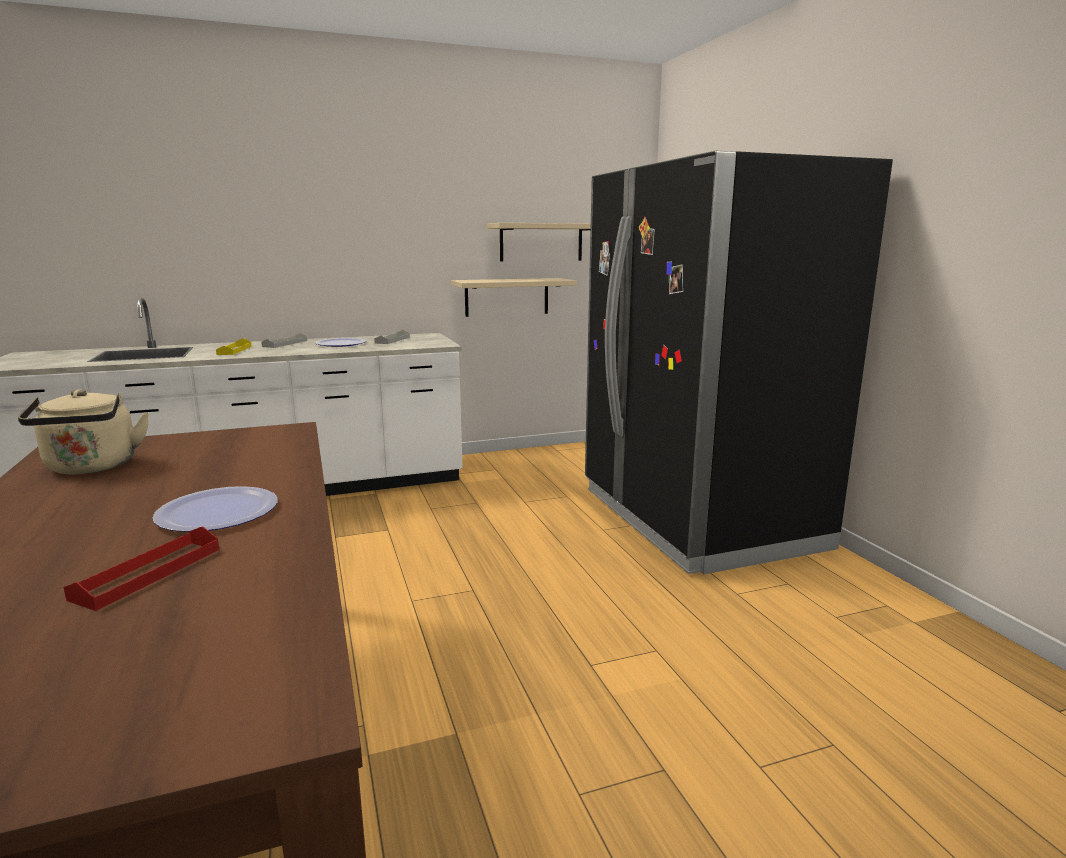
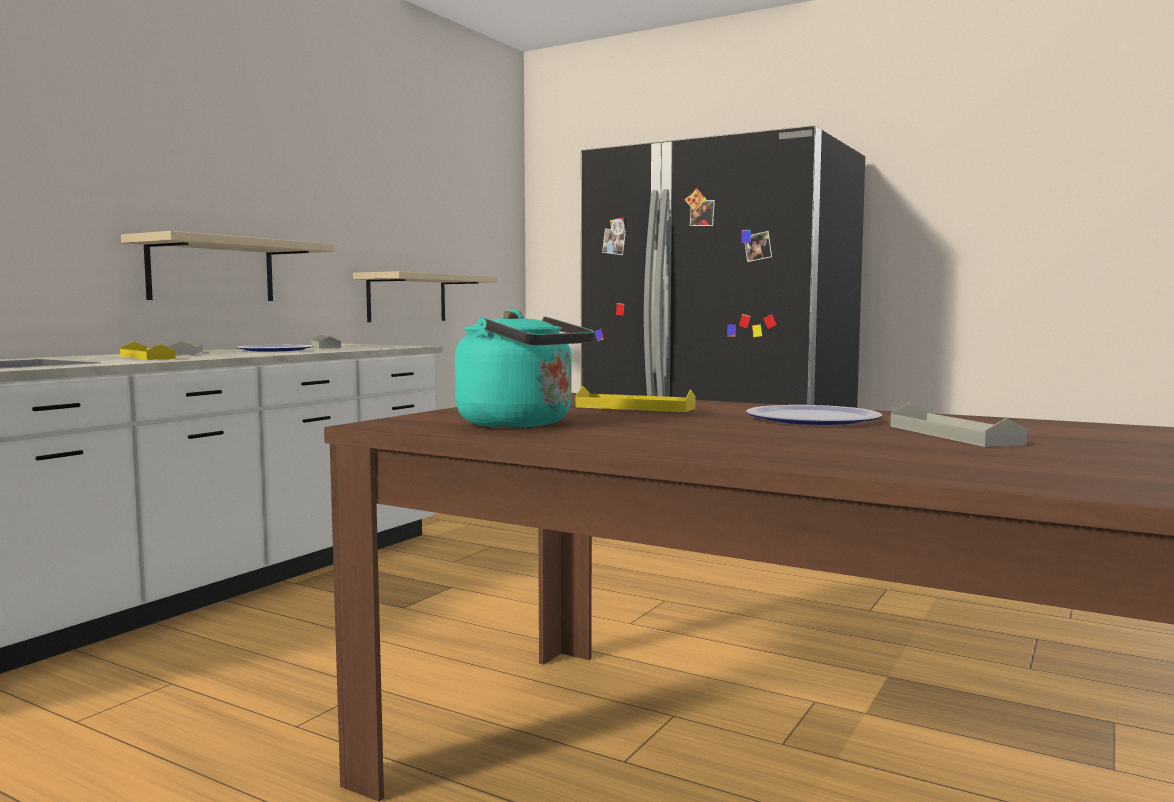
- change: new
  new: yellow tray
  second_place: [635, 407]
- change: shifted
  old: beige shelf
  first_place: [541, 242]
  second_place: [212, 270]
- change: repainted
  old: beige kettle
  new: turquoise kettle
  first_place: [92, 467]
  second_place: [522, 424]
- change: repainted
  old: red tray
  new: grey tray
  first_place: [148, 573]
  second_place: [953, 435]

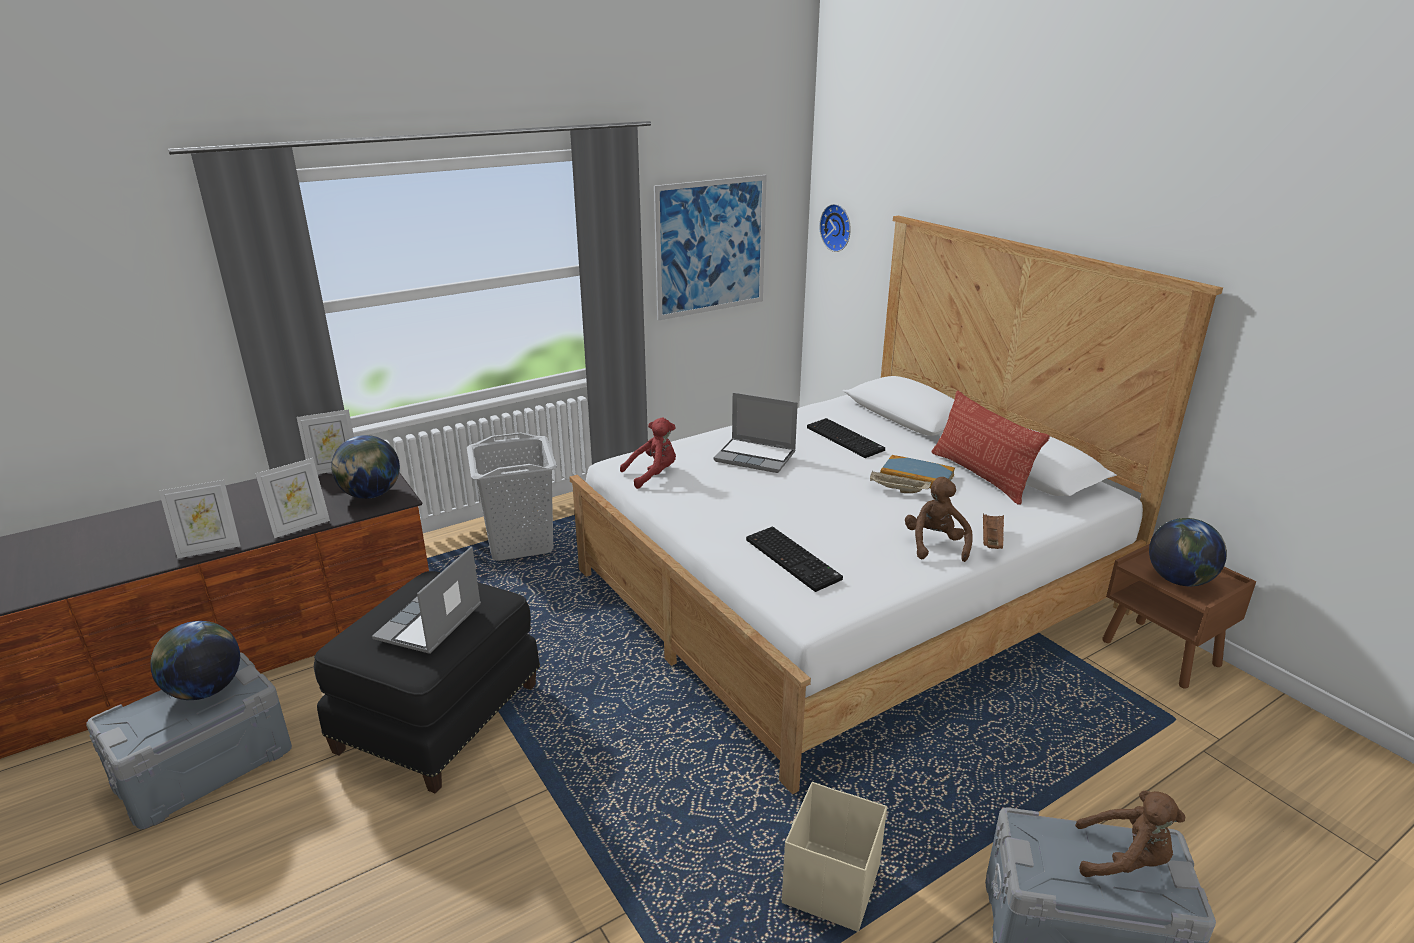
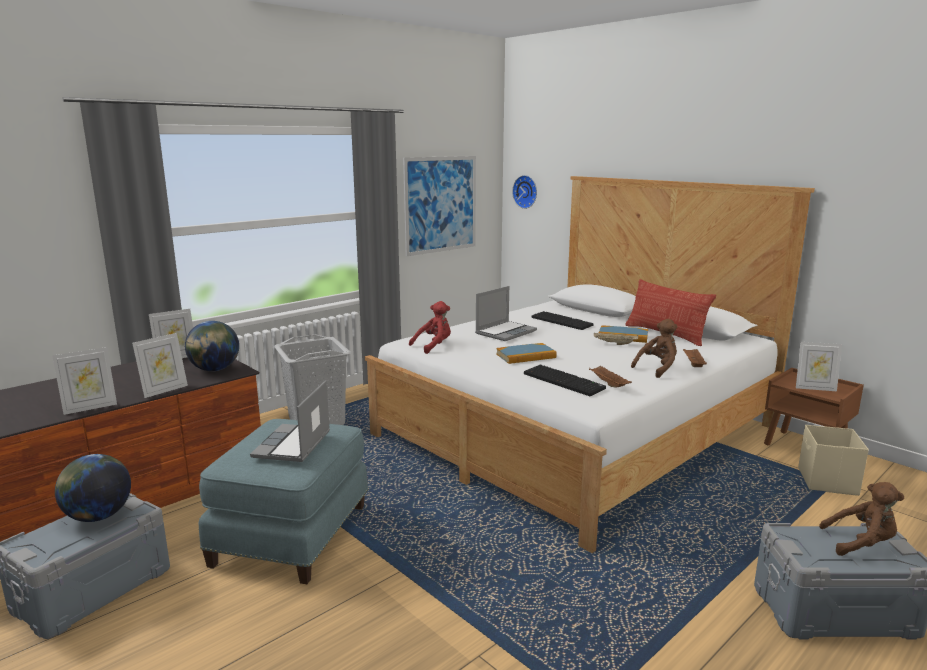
- change: new
  new: book
  second_place: [526, 356]
- change: new
  new: brown tray
  second_place: [608, 384]
- change: shifted
  old: beige storage box
  first_place: [830, 886]
  second_place: [827, 482]
- change: swapped
  old: globe
  new: picture frame
  first_place: [1179, 580]
  second_place: [815, 388]
- change: repainted
  old: black ottoman
  new: blue ottoman
  first_place: [441, 719]
  second_place: [293, 535]
- change: rotated
  old: laptop
  first_place: [756, 457]
  second_place: [505, 332]
  degrees: -60
- change: rotated
  old: brown plush toy
  first_place: [935, 545]
  second_place: [657, 368]
  degrees: 60

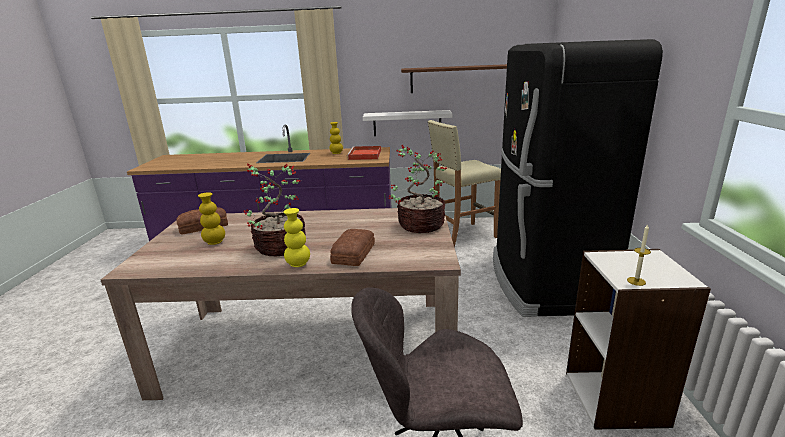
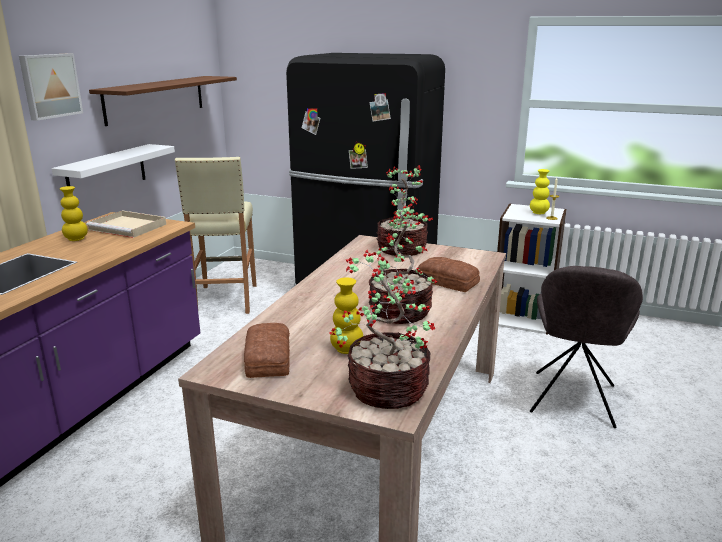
- change: new
  new: picture
  second_place: [50, 86]
- change: new
  new: potted plant
  second_place: [385, 389]
- change: shifted
  old: yellow vase
  first_place: [298, 264]
  second_place: [538, 213]
- change: repainted
  old: red tray
  new: beige tray
  first_place: [365, 155]
  second_place: [129, 227]

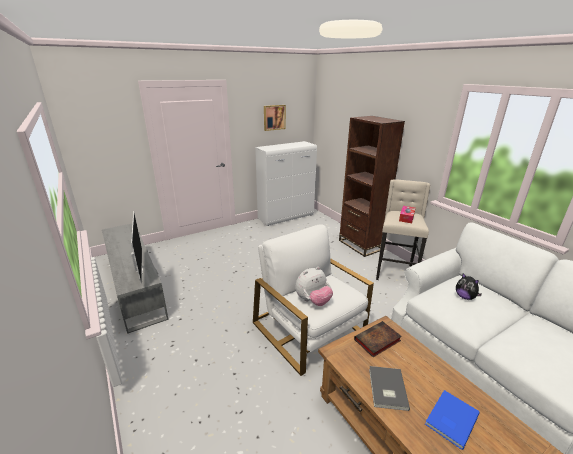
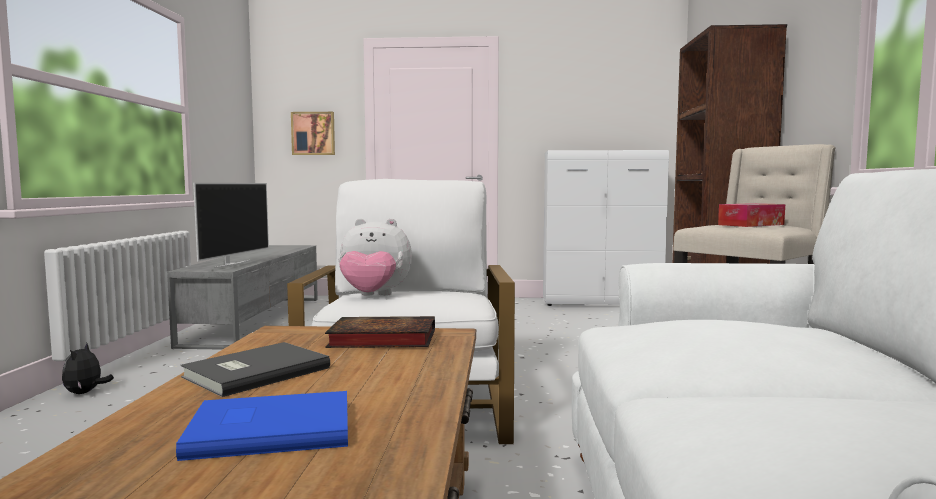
- change: shifted
  old: picture
  first_place: [274, 117]
  second_place: [313, 133]
- change: shifted
  old: plush toy
  first_place: [465, 297]
  second_place: [85, 393]

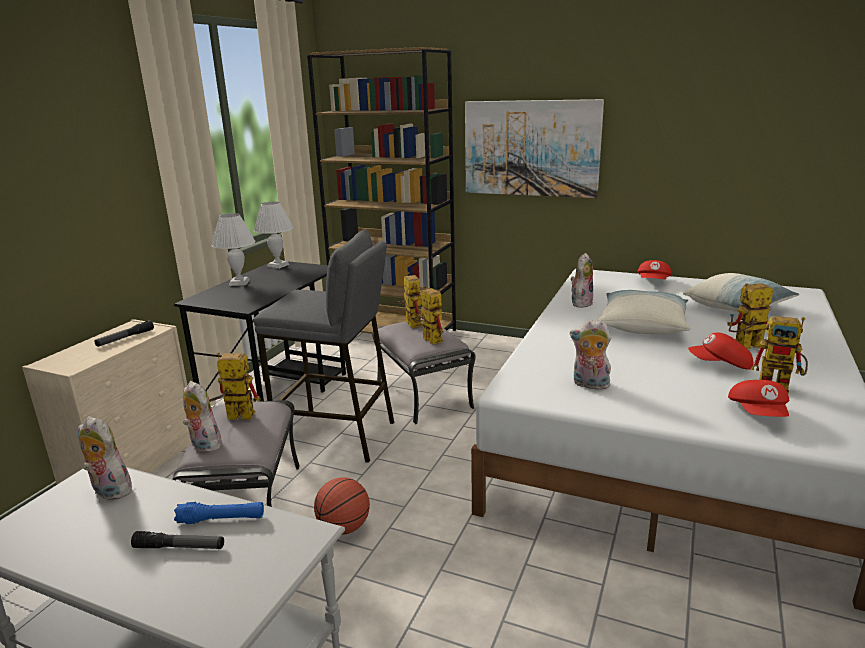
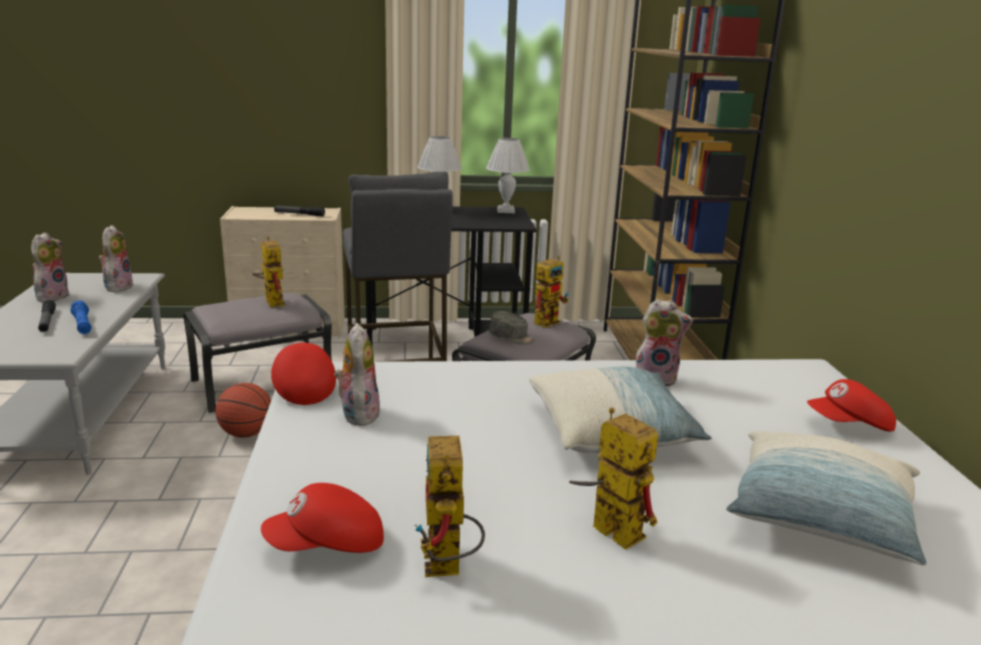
- change: gone
  old: picture
  first_place: [531, 148]
- change: shifted
  old: plush toy
  first_place: [203, 445]
  second_place: [52, 296]
- change: shifted
  old: red cap
  first_place: [720, 365]
  second_place: [302, 388]
- change: swapped
  old: toy robot
  new: grey cap
  first_place: [428, 339]
  second_place: [512, 337]

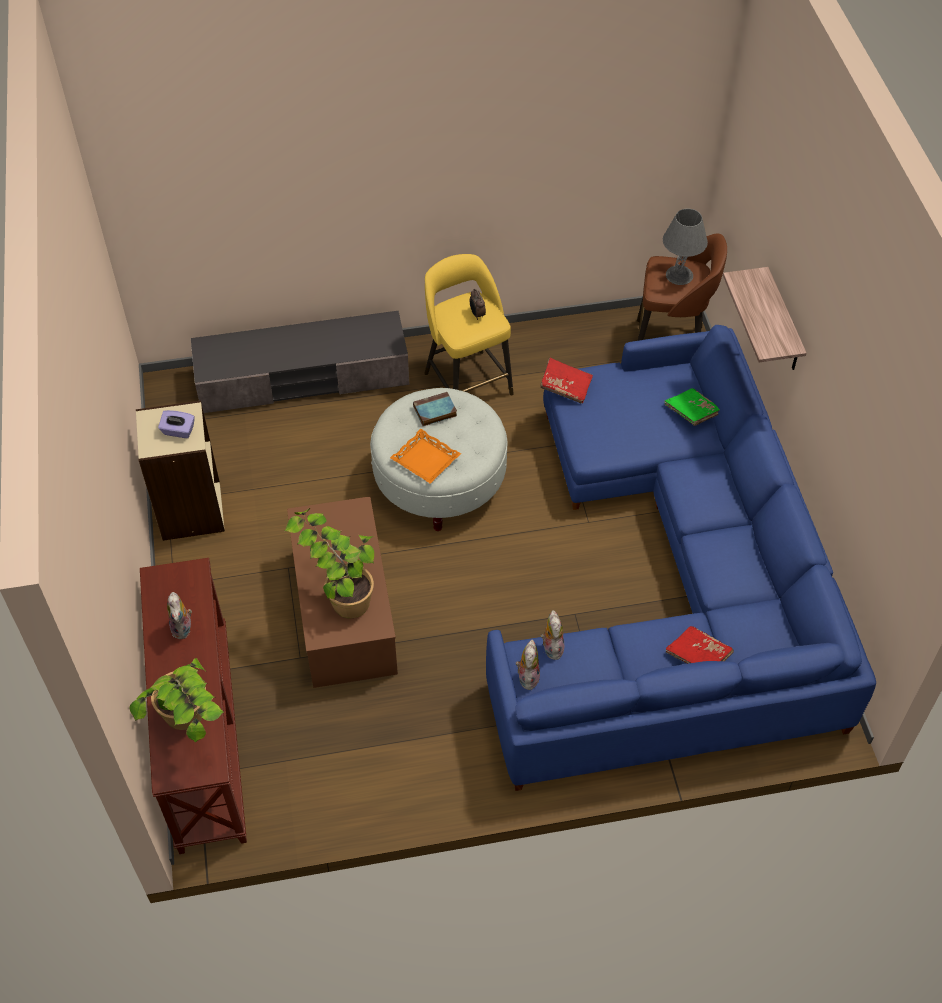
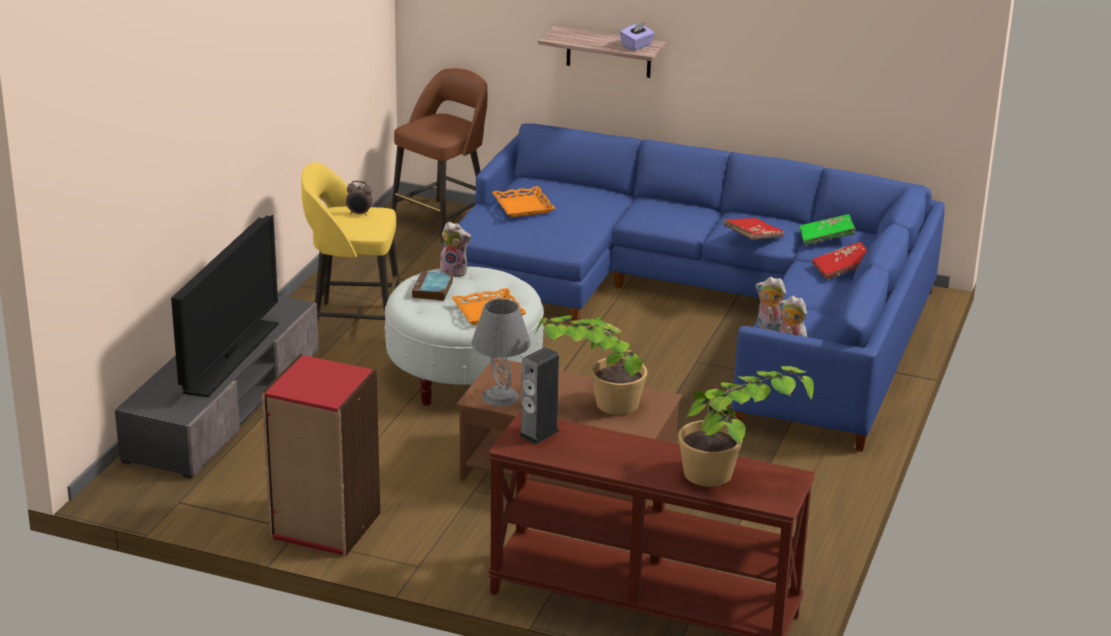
- change: new
  new: television
  second_place: [231, 357]
- change: new
  new: orange tray
  second_place: [522, 206]
- change: new
  new: speaker
  second_place: [539, 433]
- change: shifted
  old: purple tissue box
  first_place: [178, 431]
  second_place: [637, 46]
- change: shifted
  old: plush toy
  first_place: [183, 628]
  second_place: [455, 271]
- change: shifted
  old: red book
  first_place: [565, 386]
  second_place: [752, 237]
- change: shifted
  old: grey table lamp
  first_place: [679, 275]
  second_place: [500, 396]
- change: shifted
  old: green book
  first_place: [692, 413]
  second_place: [826, 239]
- change: repainted
  old: beige bookcase
  new: red bookcase
  first_place: [190, 511]
  second_place: [325, 526]

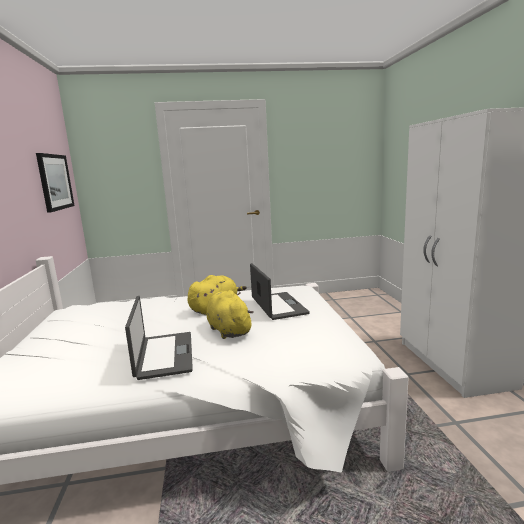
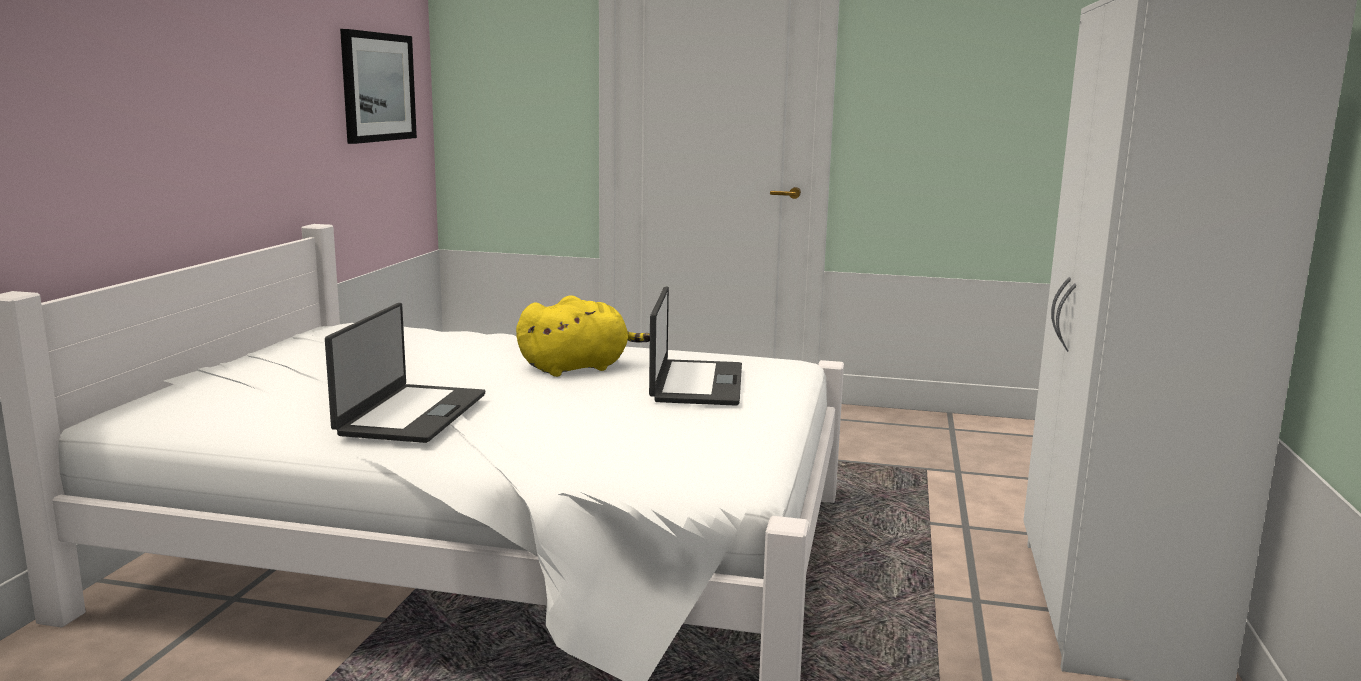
- change: gone
  old: yellow plush toy
  first_place: [228, 330]

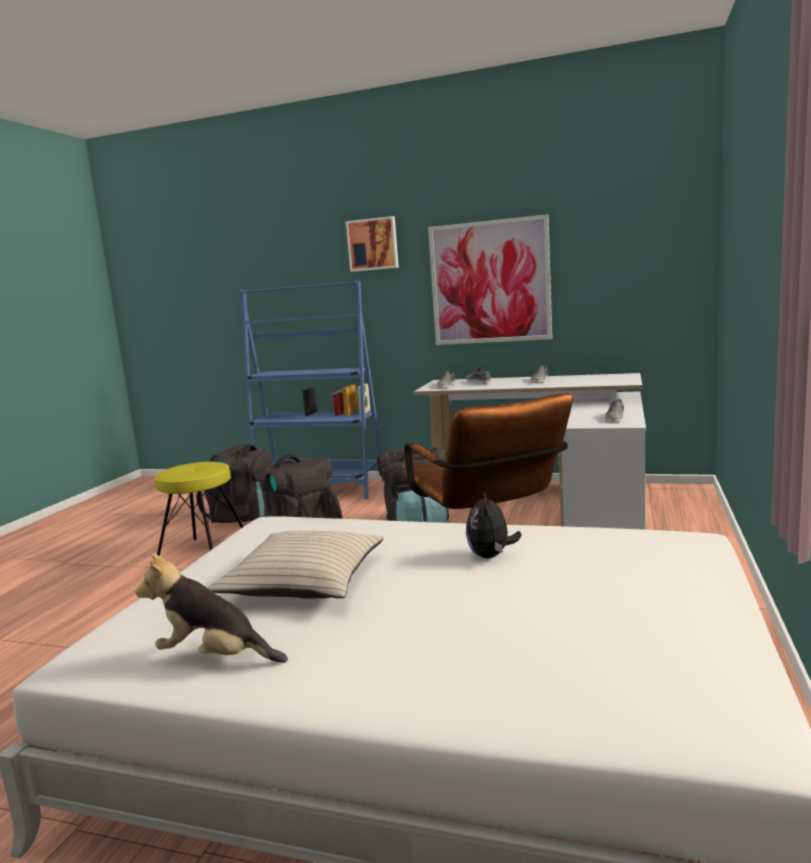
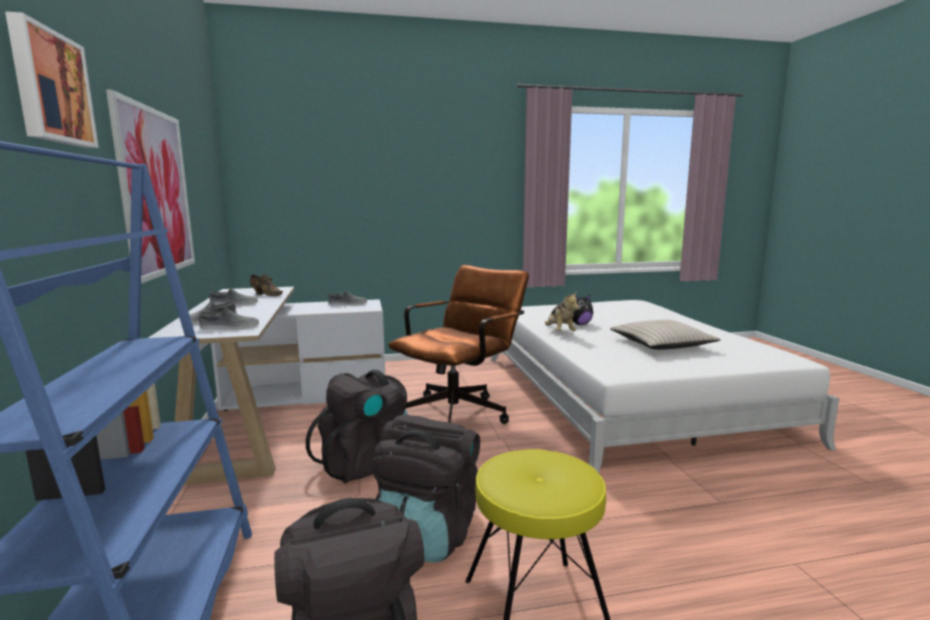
- change: new
  new: brown shoe
  second_place: [266, 294]
- change: shifted
  old: plush toy
  first_place: [215, 657]
  second_place: [559, 332]

